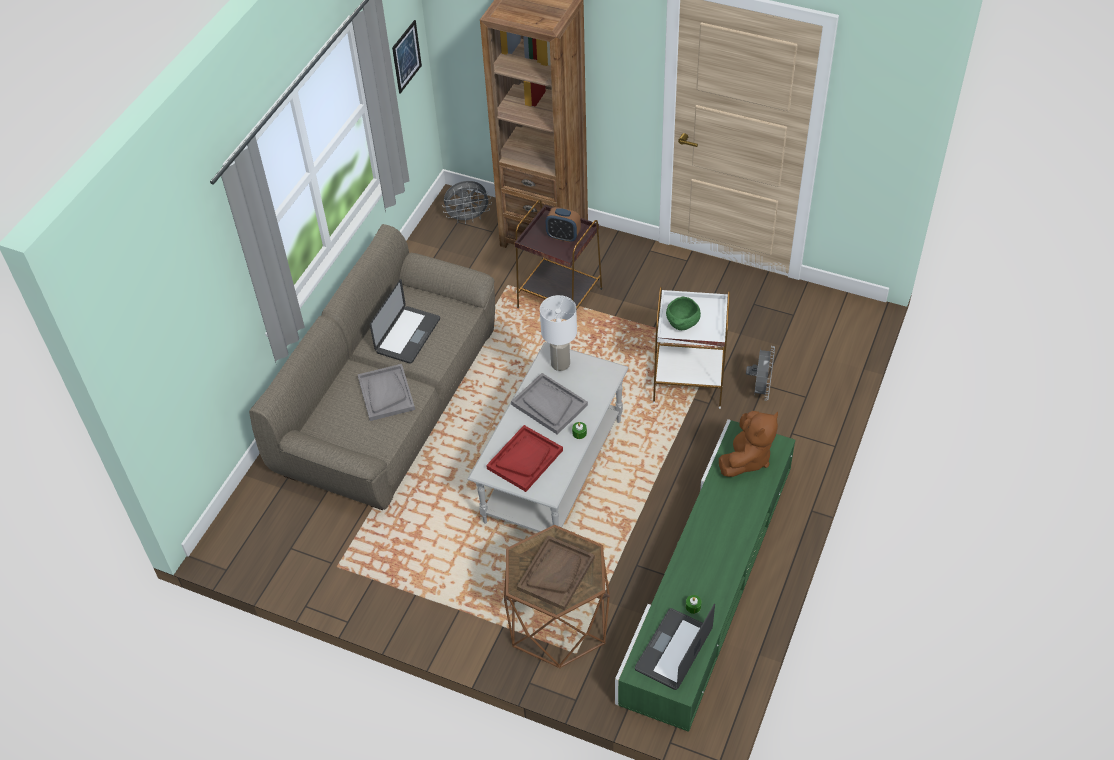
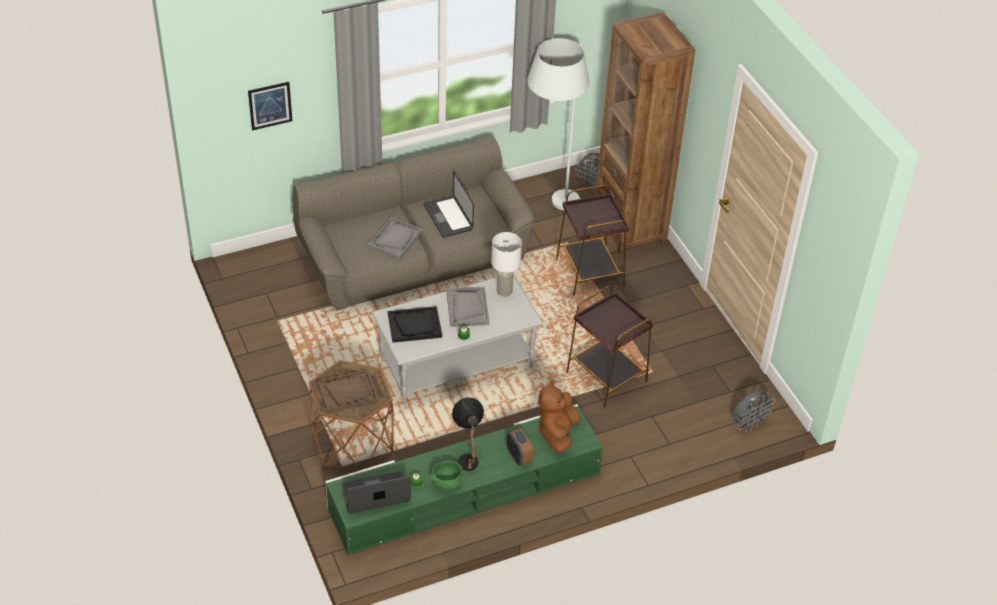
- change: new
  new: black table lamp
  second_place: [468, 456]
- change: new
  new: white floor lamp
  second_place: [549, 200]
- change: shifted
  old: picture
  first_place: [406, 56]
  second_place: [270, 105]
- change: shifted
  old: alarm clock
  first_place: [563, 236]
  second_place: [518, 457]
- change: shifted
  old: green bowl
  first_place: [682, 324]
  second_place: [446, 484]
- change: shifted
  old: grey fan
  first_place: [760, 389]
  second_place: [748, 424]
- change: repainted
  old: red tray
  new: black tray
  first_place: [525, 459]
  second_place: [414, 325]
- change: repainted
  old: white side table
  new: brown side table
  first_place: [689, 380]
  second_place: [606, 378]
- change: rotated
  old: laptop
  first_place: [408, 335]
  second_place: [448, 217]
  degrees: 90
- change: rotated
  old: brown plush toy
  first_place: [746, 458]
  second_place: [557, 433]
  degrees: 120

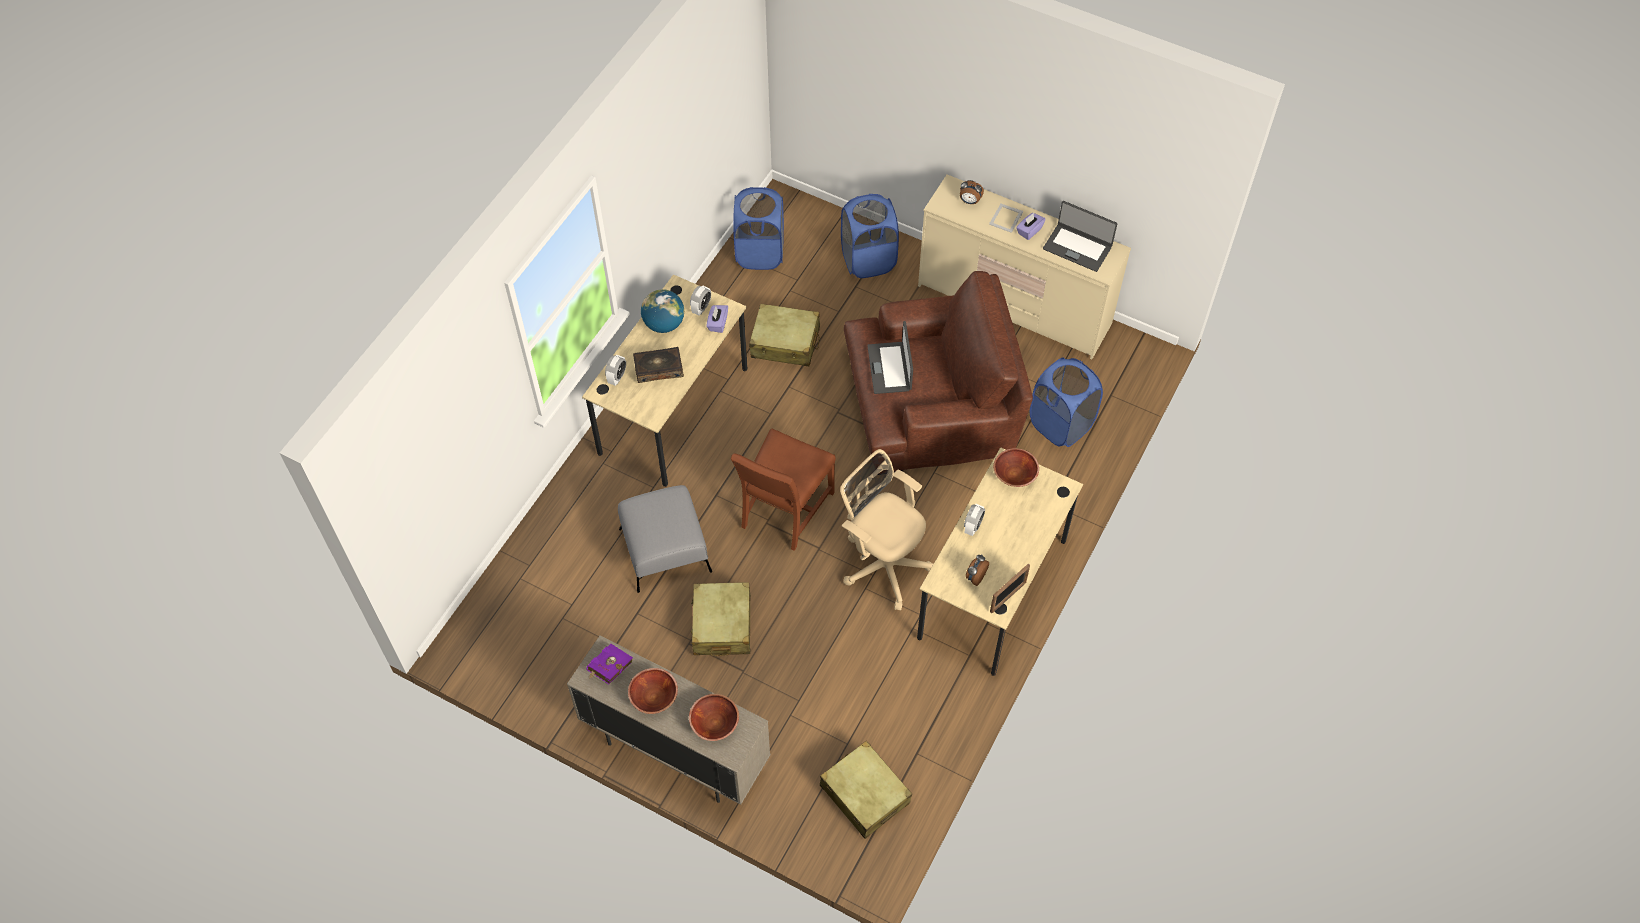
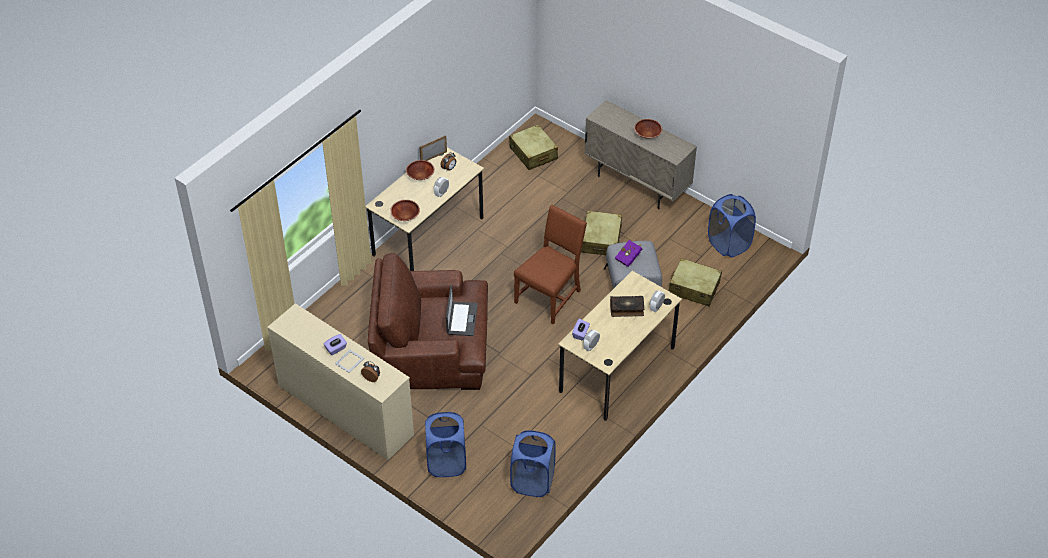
- change: gone
  old: globe
  first_place: [664, 324]
- change: gone
  old: beige office chair
  first_place: [883, 563]
- change: gone
  old: laptop
  first_place: [1077, 247]
- change: shifted
  old: purple book
  first_place: [609, 670]
  second_place: [629, 257]
- change: shifted
  old: brown bowl
  first_place: [714, 722]
  second_place: [420, 176]
- change: shifted
  old: beige suitcase
  first_place: [785, 342]
  second_place: [694, 288]
- change: shifted
  old: blue laundry basket
  first_place: [1061, 424]
  second_place: [728, 244]

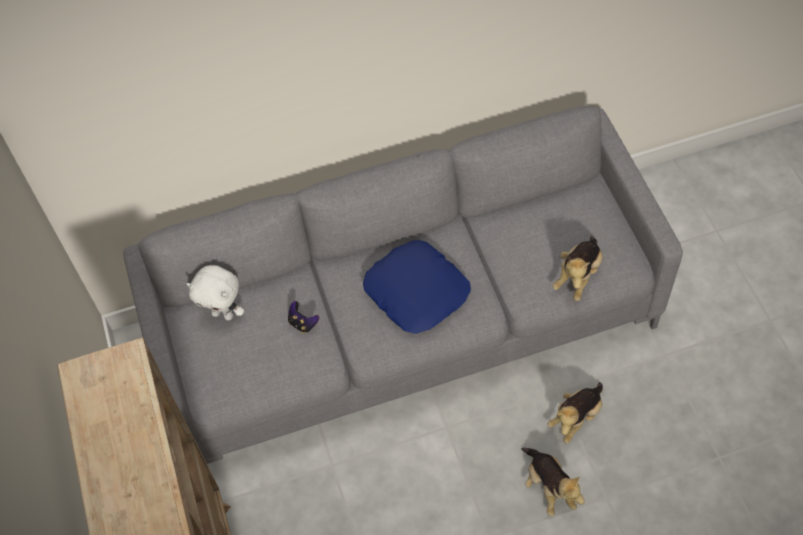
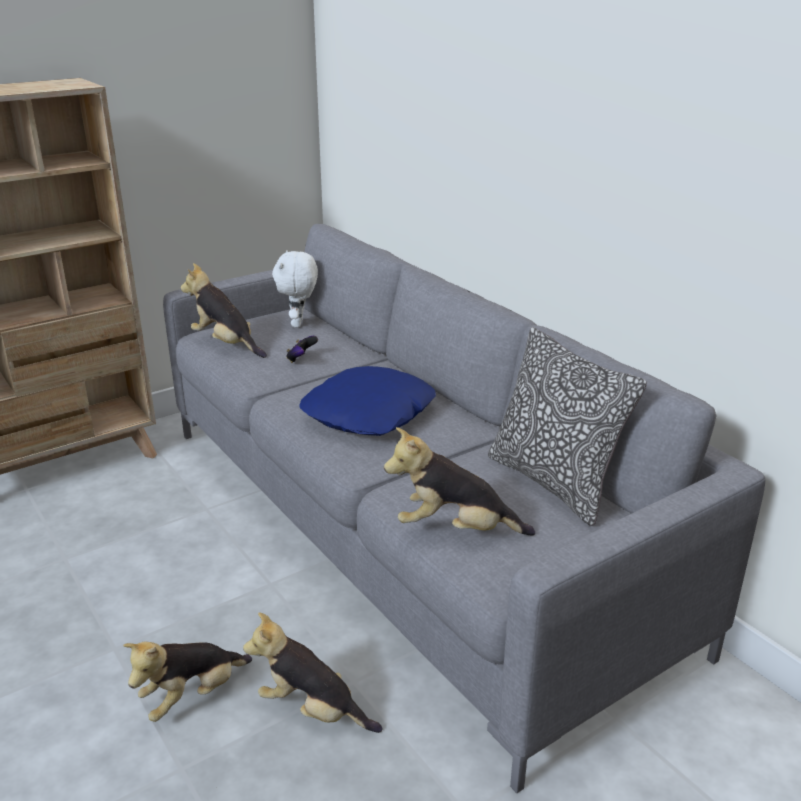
- change: new
  new: plush toy
  second_place: [226, 344]
- change: new
  new: pillow
  second_place: [553, 483]

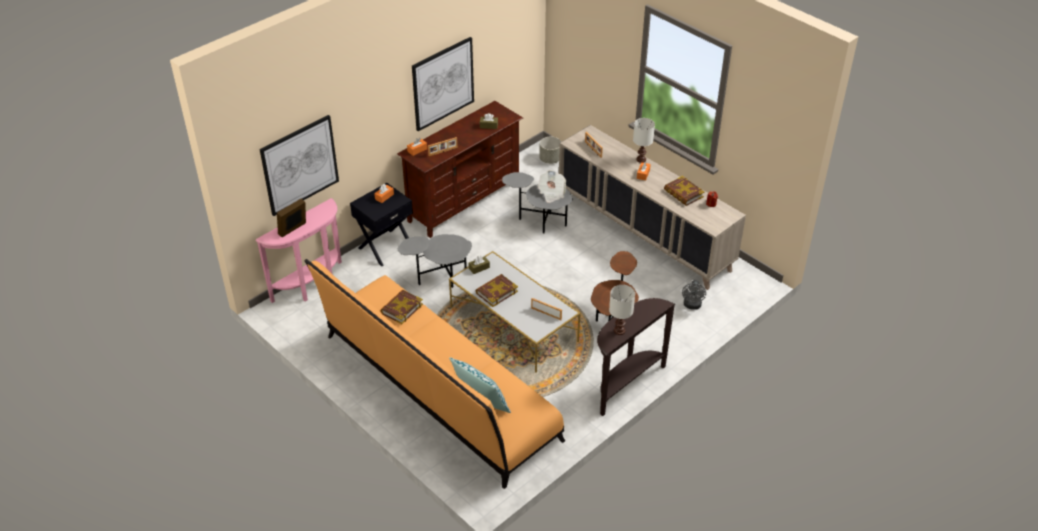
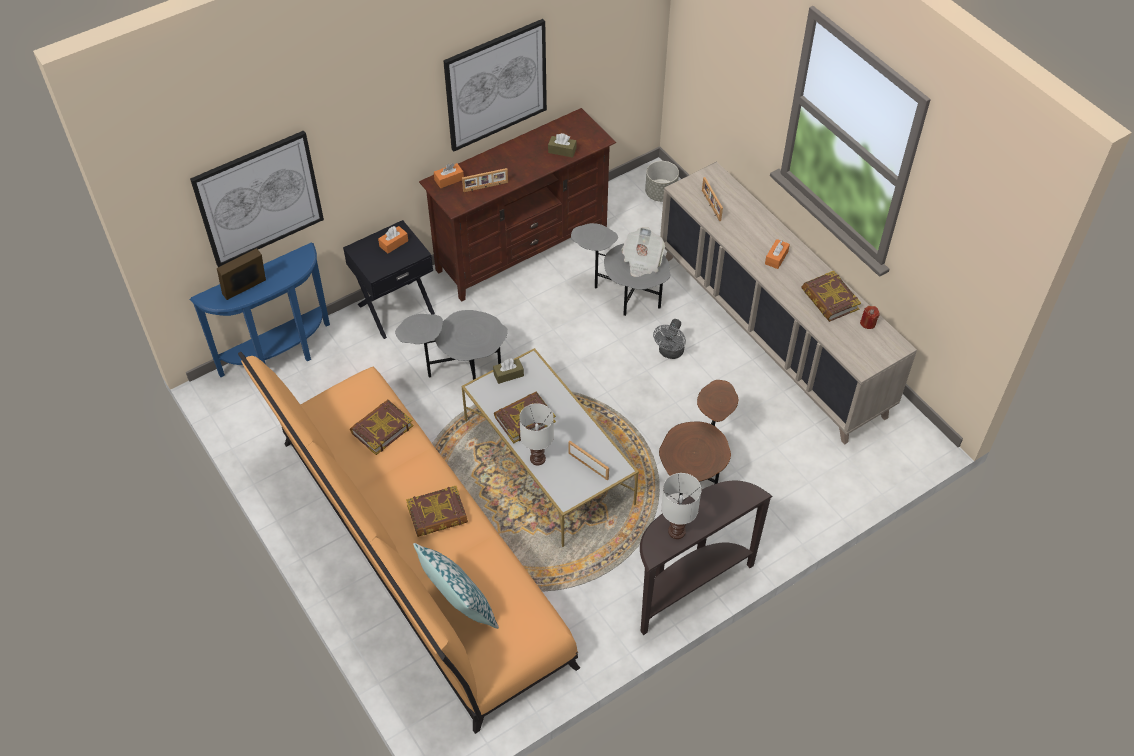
- change: new
  new: book
  second_place: [437, 515]
- change: shifted
  old: white table lamp
  first_place: [640, 159]
  second_place: [537, 459]
- change: shifted
  old: grey fan
  first_place: [692, 306]
  second_place: [670, 353]
- change: repainted
  old: pink console table
  new: blue console table
  first_place: [312, 286]
  second_place: [281, 358]

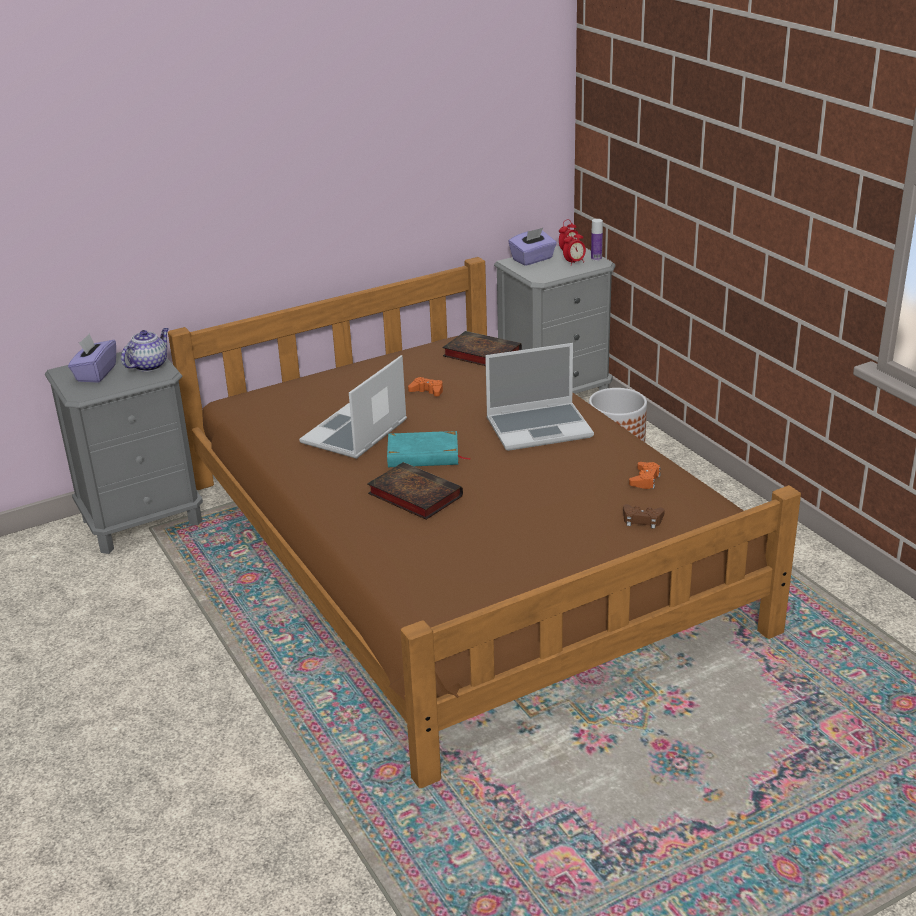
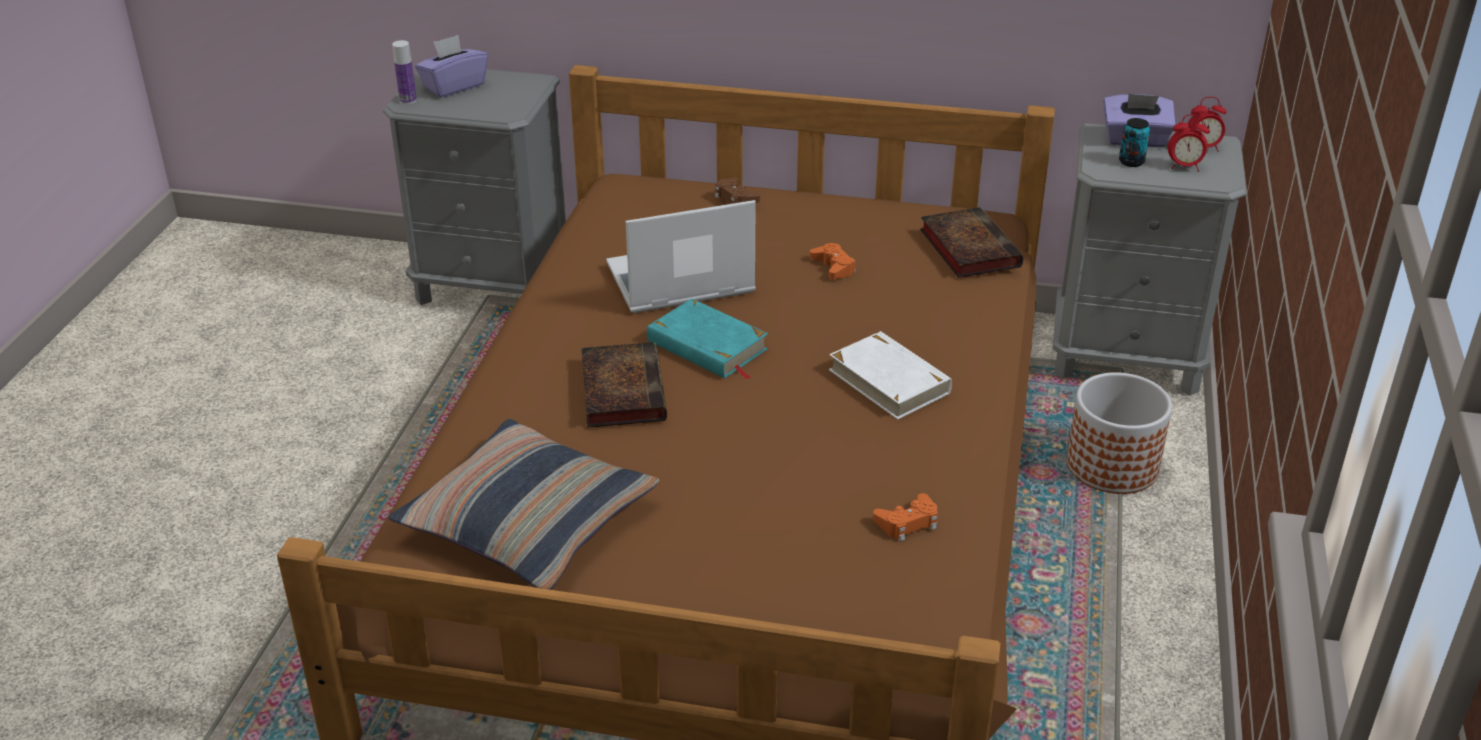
- change: gone
  old: teapot
  first_place: [149, 365]
- change: new
  new: pillow
  second_place: [528, 522]
- change: new
  new: can
  second_place: [1131, 162]
- change: shifted
  old: bottle
  first_place: [596, 258]
  second_place: [408, 100]
- change: shifted
  old: brown game controller
  first_place: [642, 520]
  second_place: [736, 198]
- change: swapped
  old: laptop
  new: white book
  first_place: [540, 427]
  second_place: [889, 381]

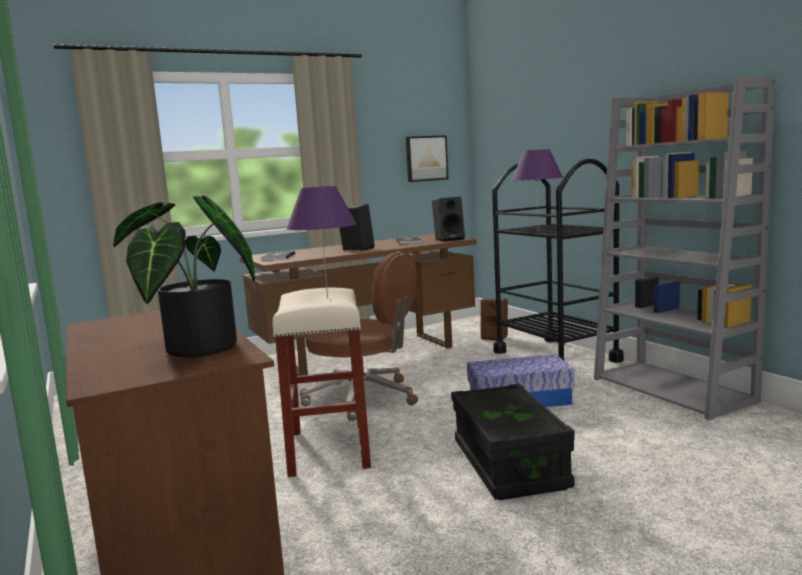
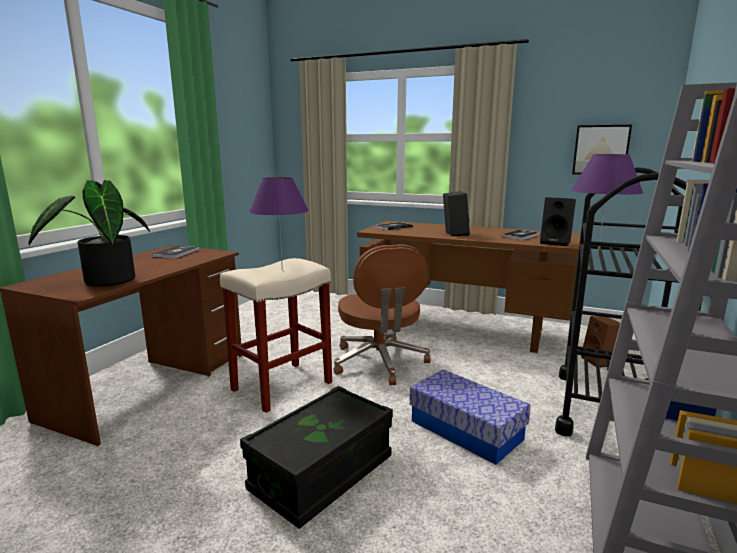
- change: new
  new: book
  second_place: [176, 253]

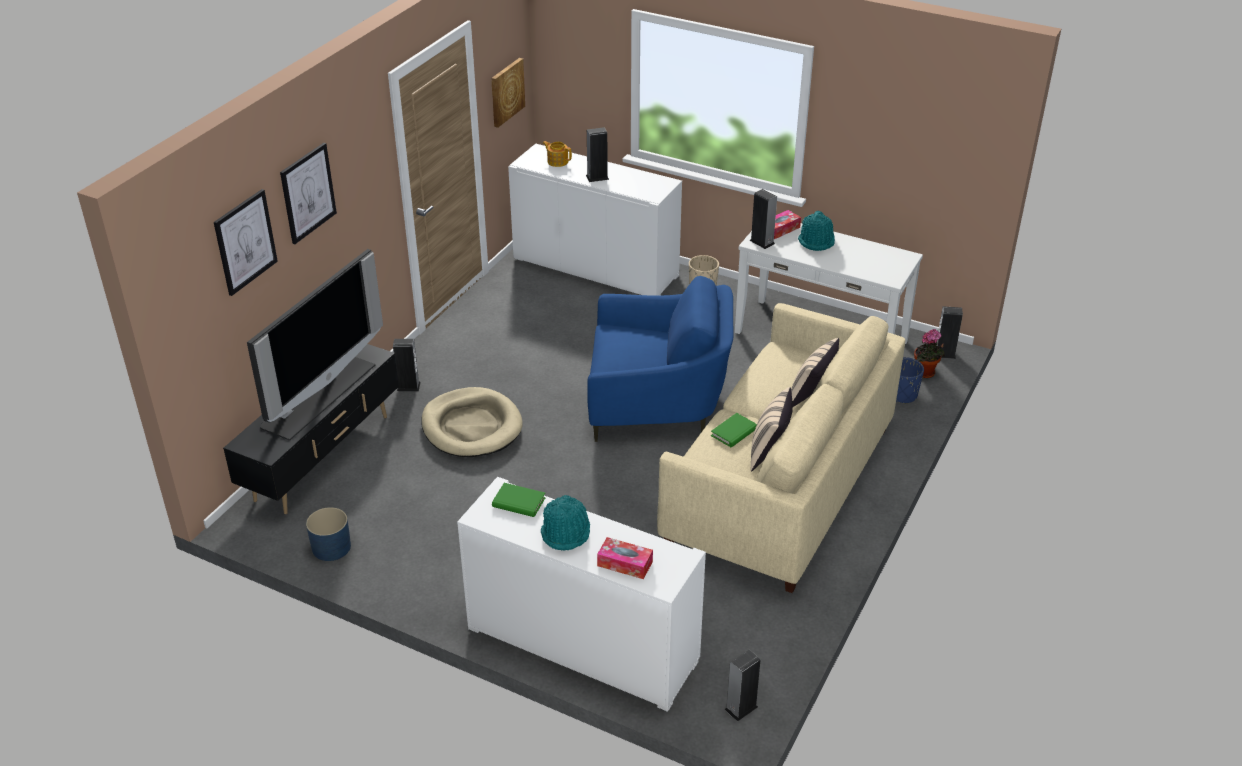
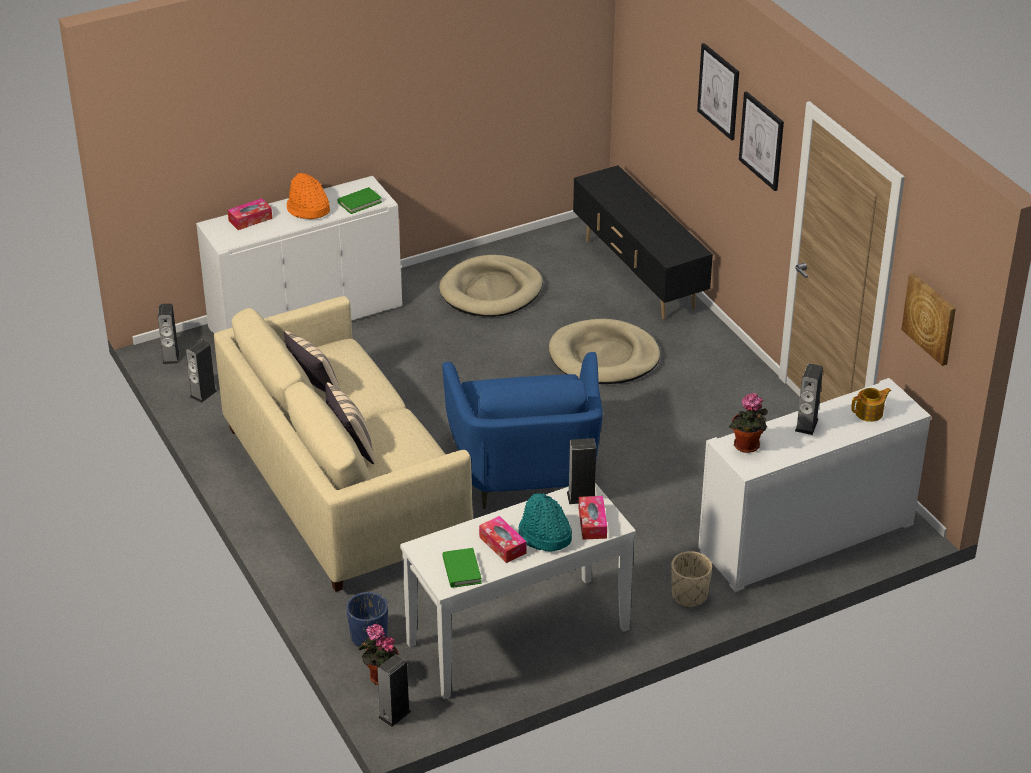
- change: gone
  old: television
  first_place: [317, 395]
- change: gone
  old: blue planter
  first_place: [331, 547]
- change: new
  new: beige dog bed
  second_place: [491, 291]
- change: new
  new: tissue box
  second_place: [502, 545]
- change: new
  new: potted plant
  second_place: [747, 447]
- change: shifted
  old: picture
  first_place: [245, 242]
  second_place: [762, 140]
- change: shifted
  old: speaker
  first_place: [408, 386]
  second_place: [203, 394]
- change: shifted
  old: green book
  first_place: [734, 432]
  second_place: [461, 570]
- change: repainted
  old: turquoise hat
  new: orange hat
  first_place: [566, 532]
  second_place: [307, 209]
- change: rotated
  old: blue armchair
  first_place: [657, 403]
  second_place: [526, 471]
  degrees: -45

